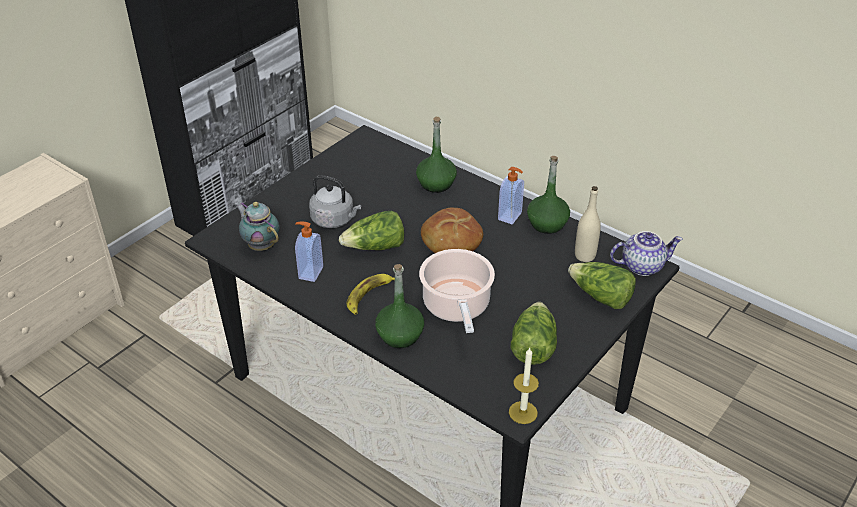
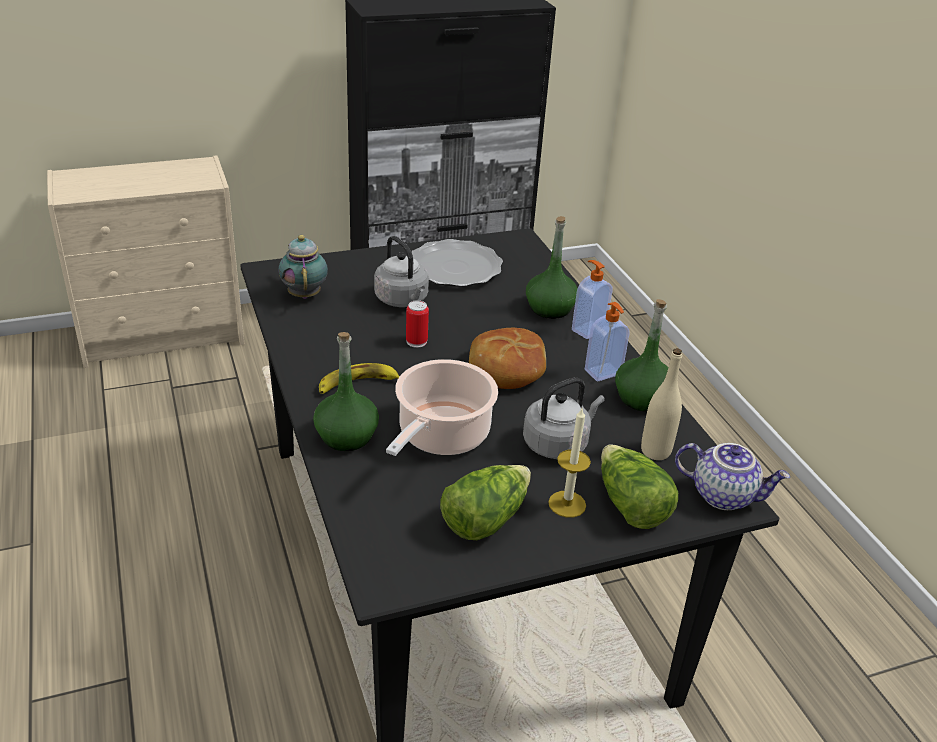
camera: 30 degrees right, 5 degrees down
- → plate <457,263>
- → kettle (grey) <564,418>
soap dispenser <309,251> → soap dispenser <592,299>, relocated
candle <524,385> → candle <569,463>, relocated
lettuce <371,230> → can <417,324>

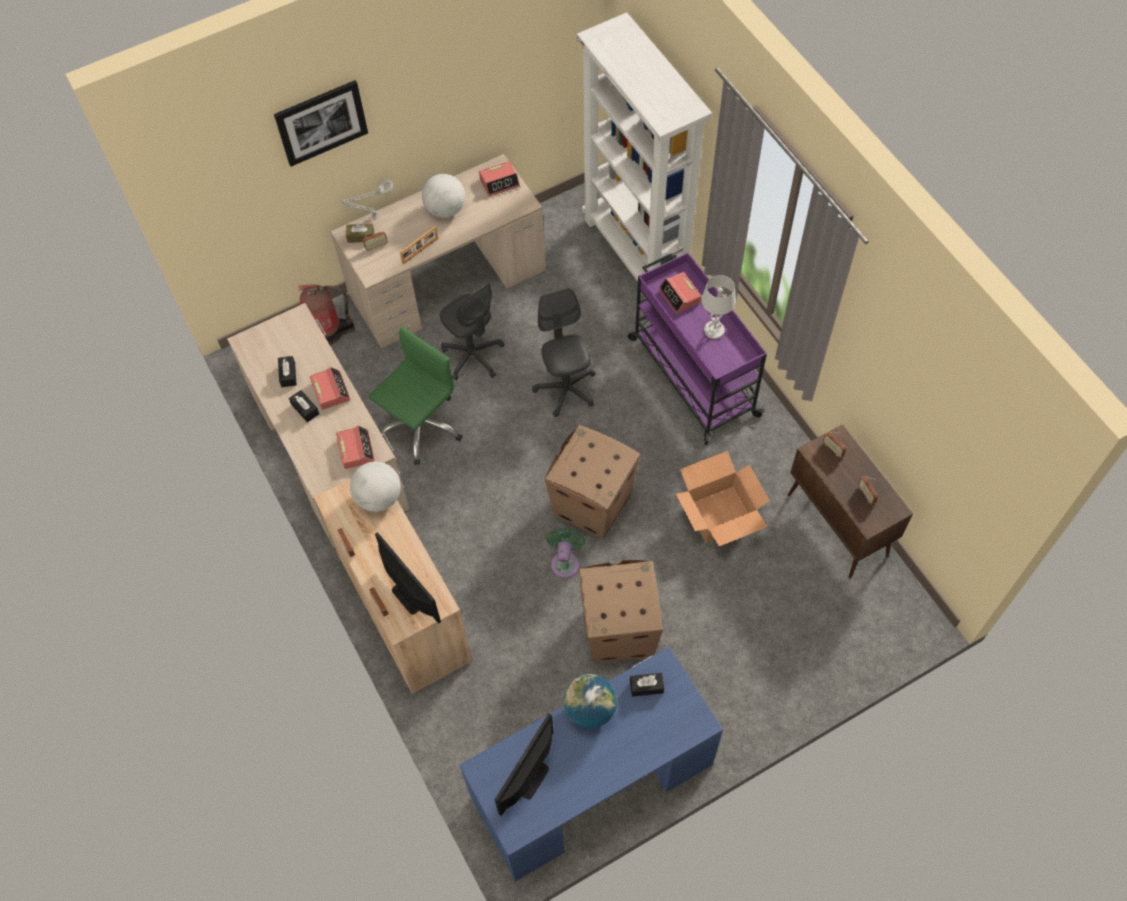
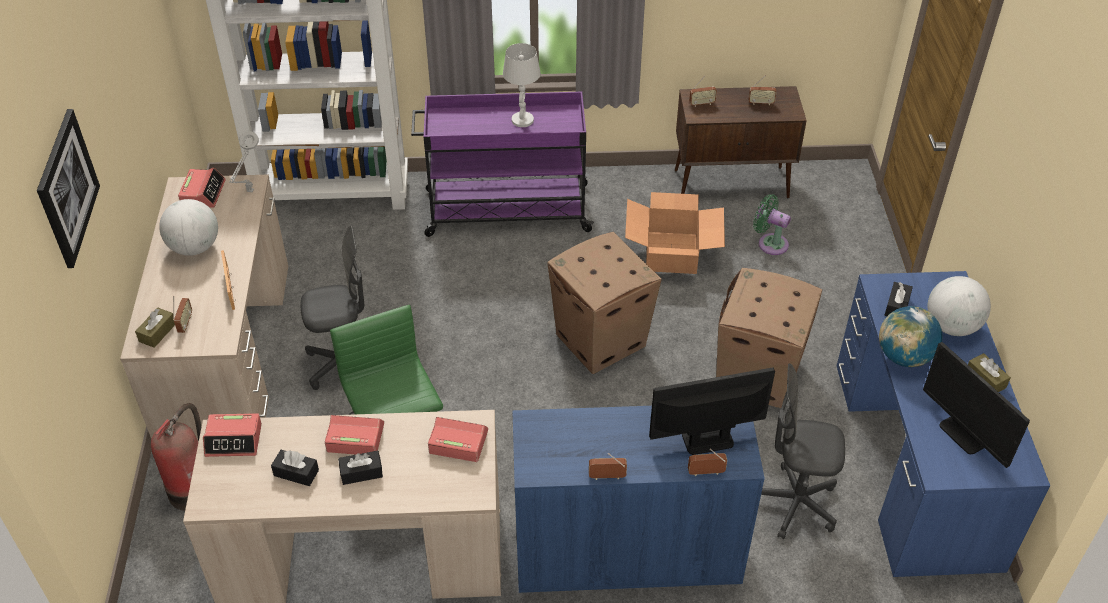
camera: 65 degrees left, 15 degrees down
- → tissue box (brown) <989,372>
table lamp (grey) <367,199> → table lamp (grey) <244,161>, relocated
globe <375,487> → globe <959,306>, relocated
office chair (grey) <563,352> → office chair (grey) <803,451>, relocated
fan (green) <565,553> → fan (green) <772,224>, relocated
alarm clock <680,293> → alarm clock <232,435>, relocated
cabinet (beige) <393,586> → cabinet (blue) <639,500>

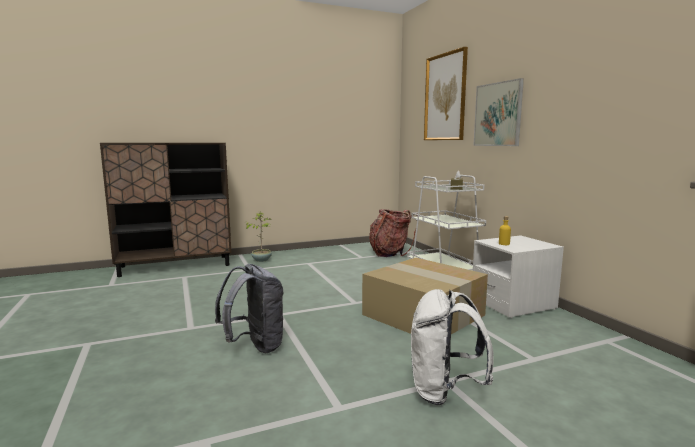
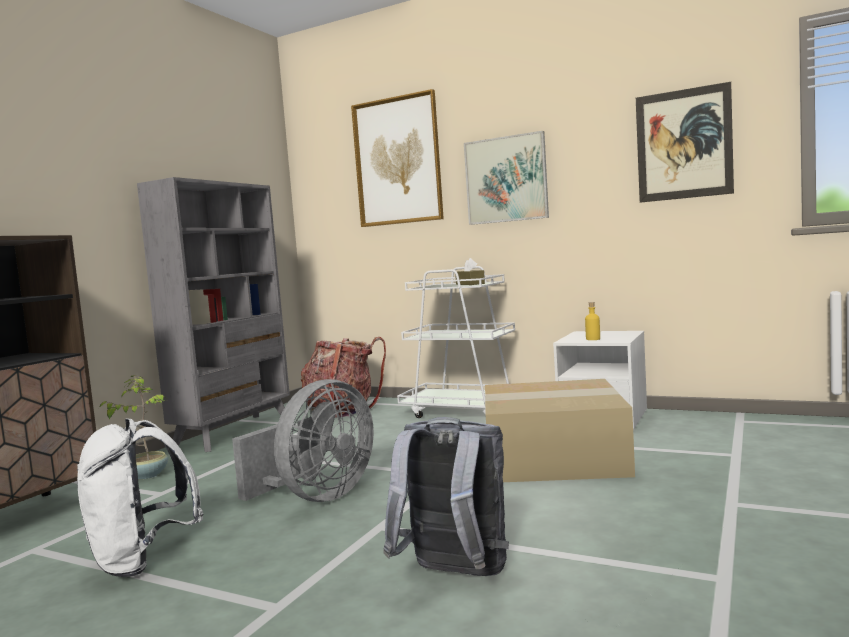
camera: 40 degrees left, 5 degrees down
- → bookcase (grey) <213,314>
- → fan (grey) <303,440>
- → picture <685,142>
backpack (white) <452,347> → backpack (white) <140,497>, relocated

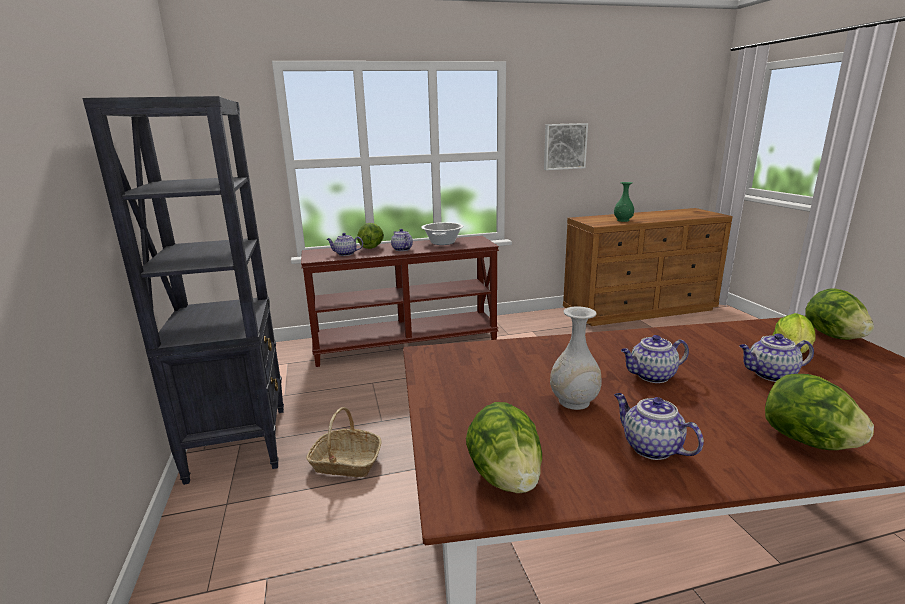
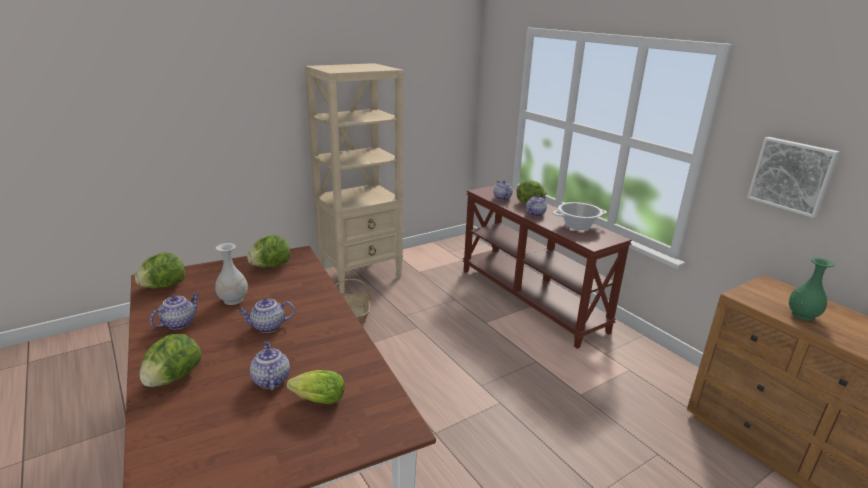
camera: 70 degrees right, 5 degrees up
lettuce <839,314> → lettuce <268,251>, relocated
bookcase (black) <183,290> → bookcase (beige) <354,178>
teapot <655,359> → teapot <266,315>, 75 degrees counterclockwise

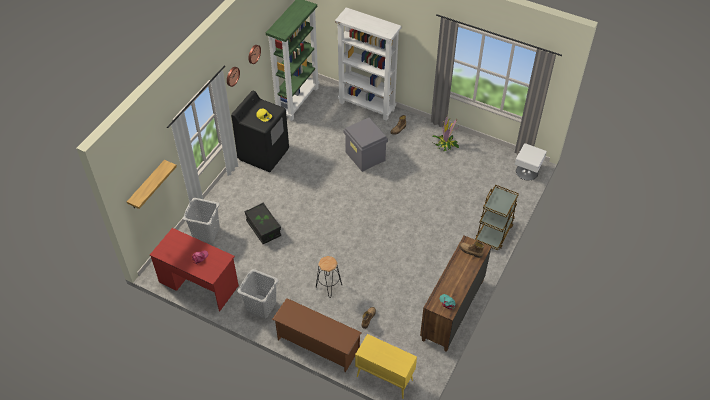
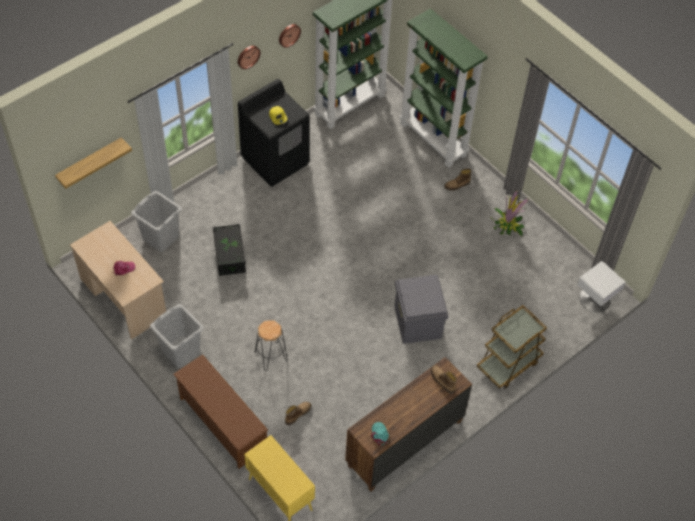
camera: 20 degrees right, 5 degrees up
storage box (grey) <366,145> → storage box (grey) <421,309>, relocated
desk (red) <194,269> → desk (beige) <118,280>
bookcase (white) <368,64> → bookcase (green) <443,88>

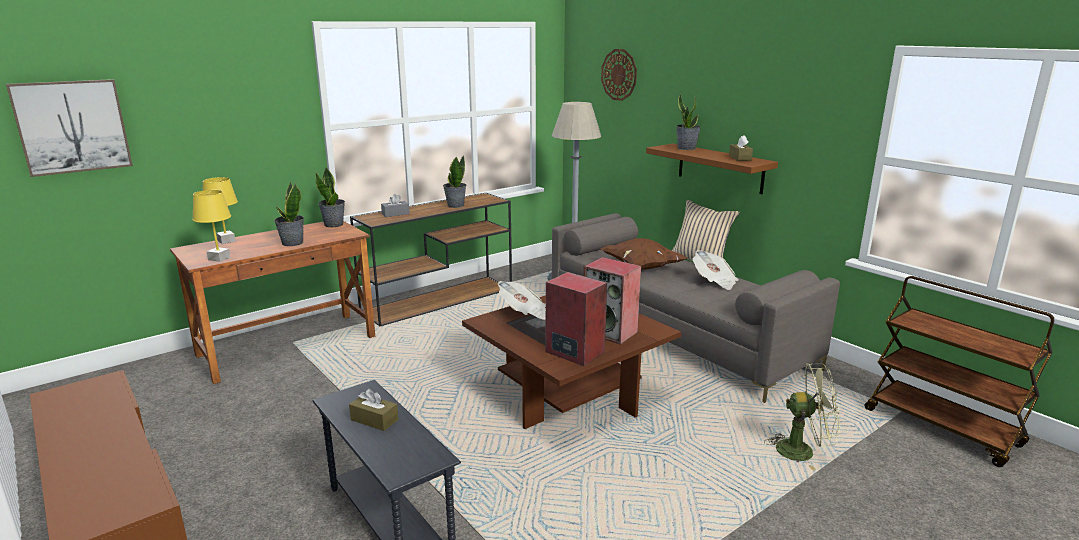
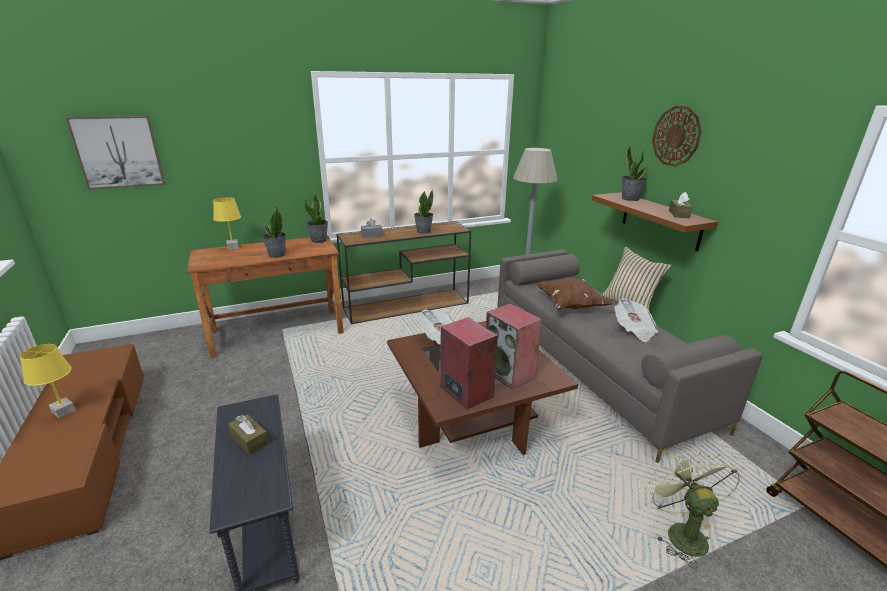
camera: 15 degrees right, 5 degrees up
table lamp (yellow) <211,226> → table lamp (yellow) <48,381>, relocated
wall clock <619,75> → wall clock <677,136>, relocated
fan (green) <802,417> → fan (green) <693,509>, 120 degrees counterclockwise

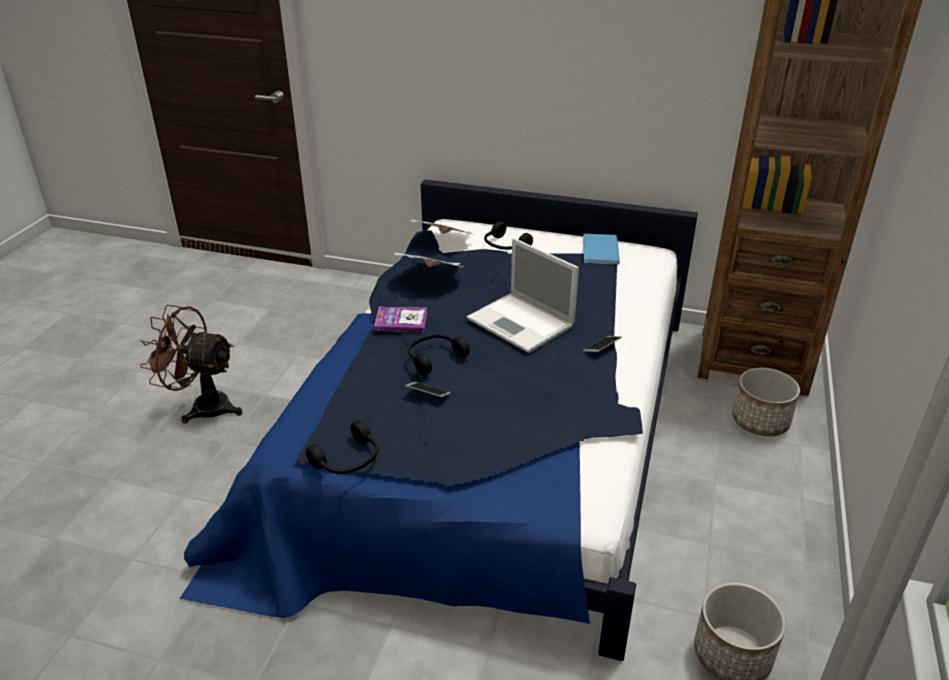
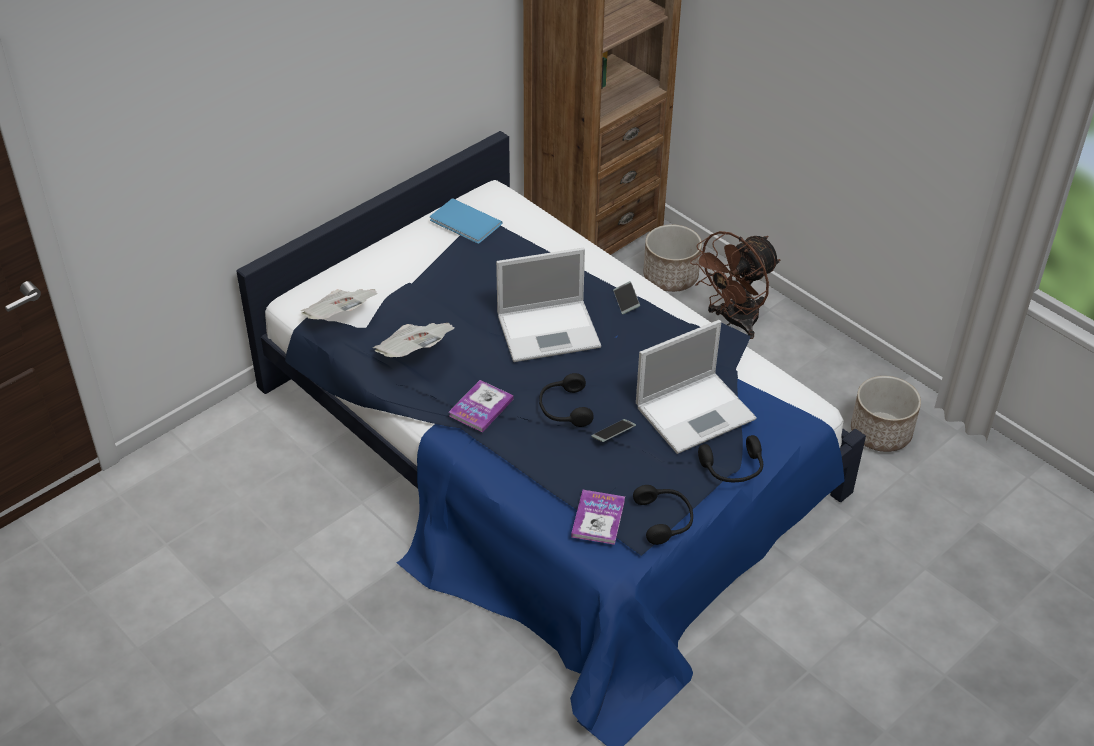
camera: 60 degrees left, 10 degrees up
- → book <598,517>
- → laptop <696,387>
fan (brown) <191,364> → fan (brown) <735,285>, relocated
headphones (black) <508,236> → headphones (black) <730,458>, relocated

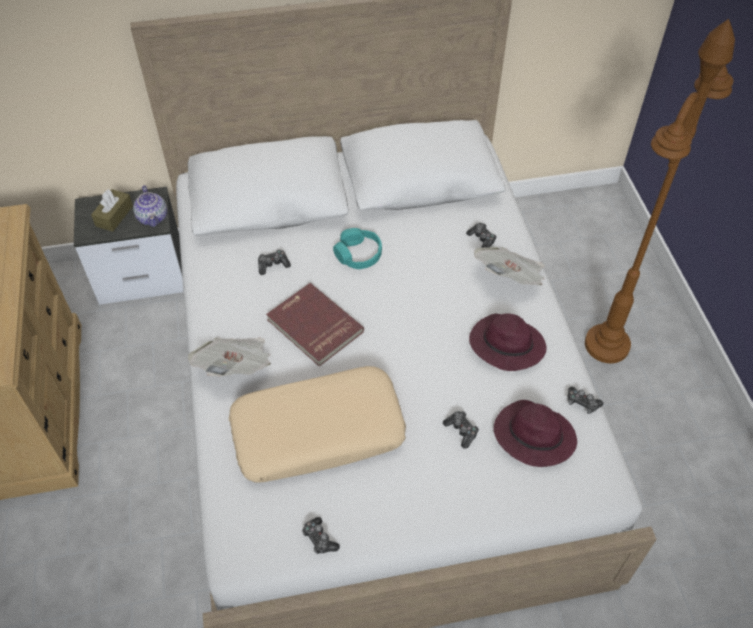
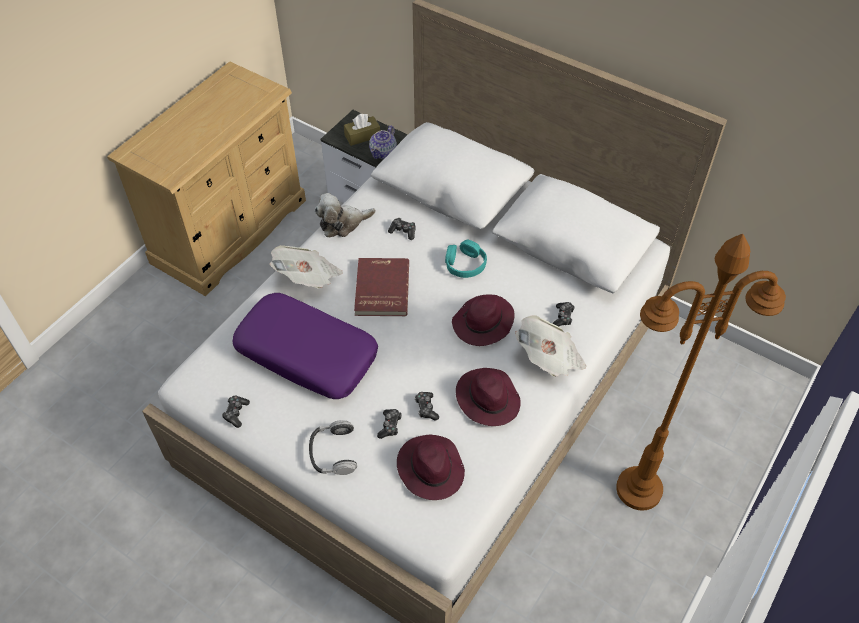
camera: 45 degrees right, 0 degrees up
- → headphones <333,447>
- → plush toy <345,215>
- → hat (purple) <483,320>
game controller <585,400> → game controller <427,406>, relocated
pillow (beige) <317,424> → pillow (purple) <305,346>

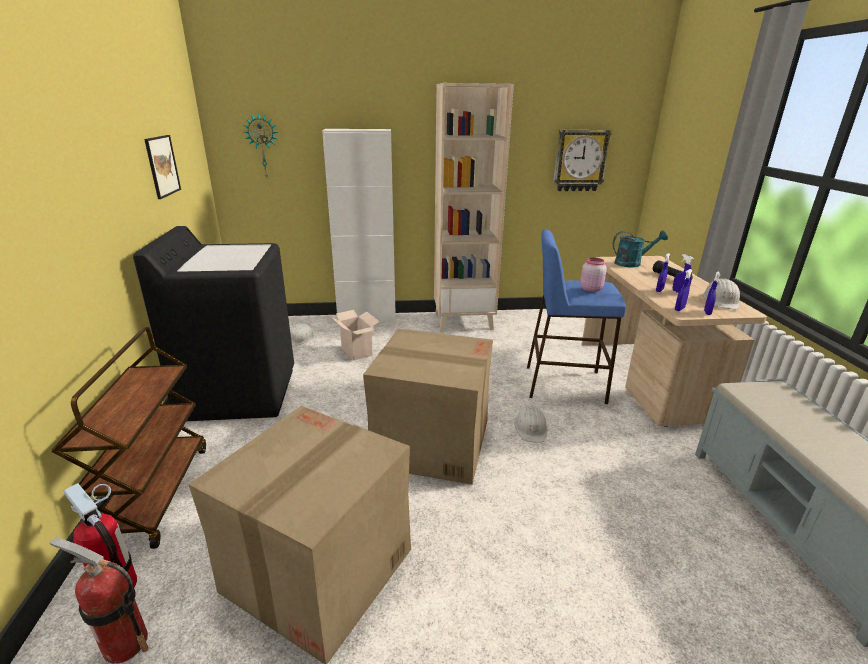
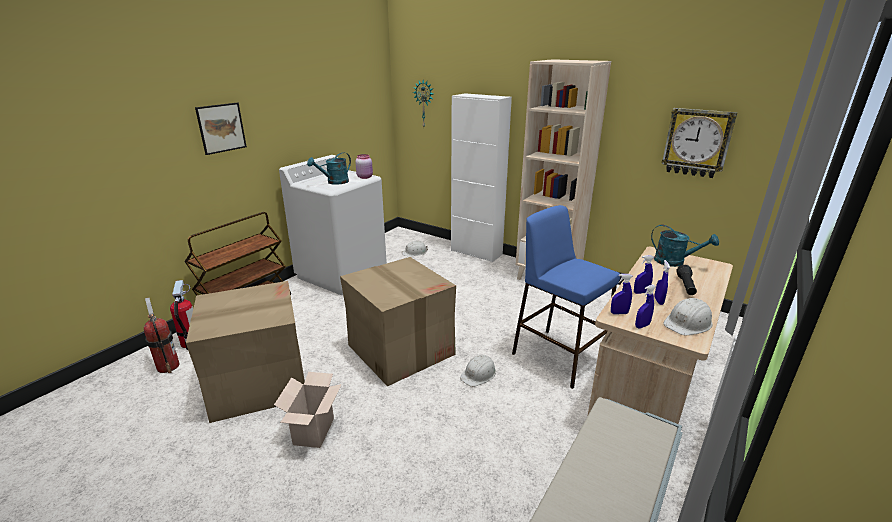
camera: 40 degrees right, 0 degrees up
- → watering can (turquoise) <329,168>
picture <162,167> → picture <221,129>, relocated
cardboard box <355,335> → cardboard box <308,410>, relocated
jar (pink) <593,275> → jar (pink) <364,166>, relocated
washing machine (black) <213,323> → washing machine (white) <333,225>

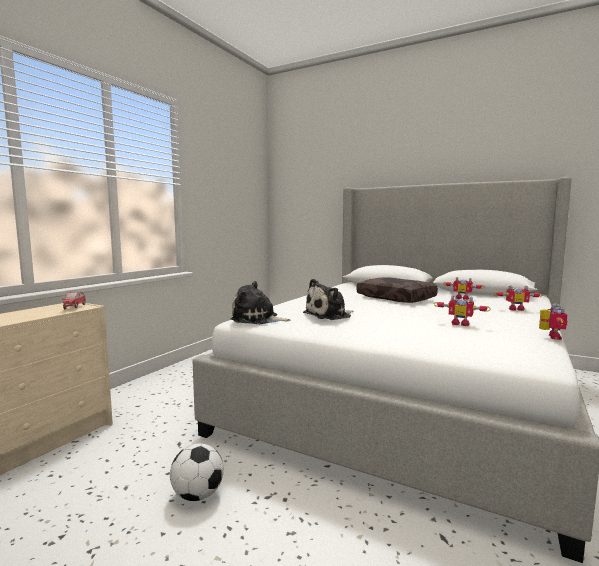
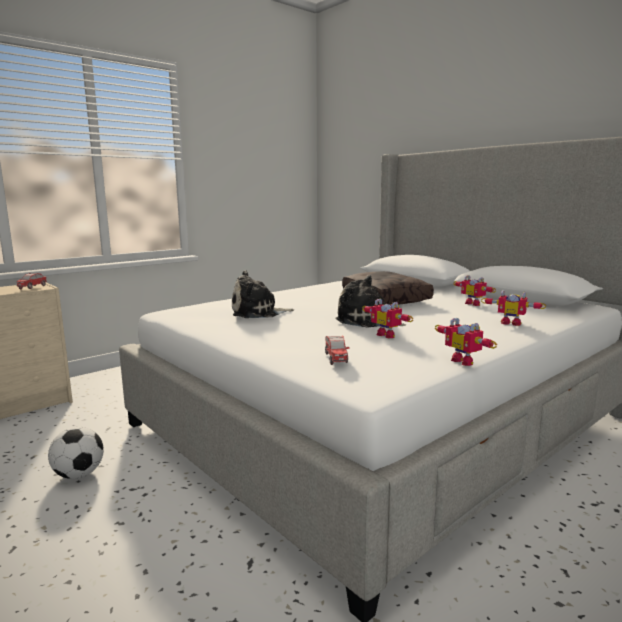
camera: 20 degrees right, 5 degrees up
- → toy car <337,350>
plush toy <260,302> → plush toy <370,301>, relocated
toy robot <553,321> → toy robot <466,342>, 105 degrees clockwise

